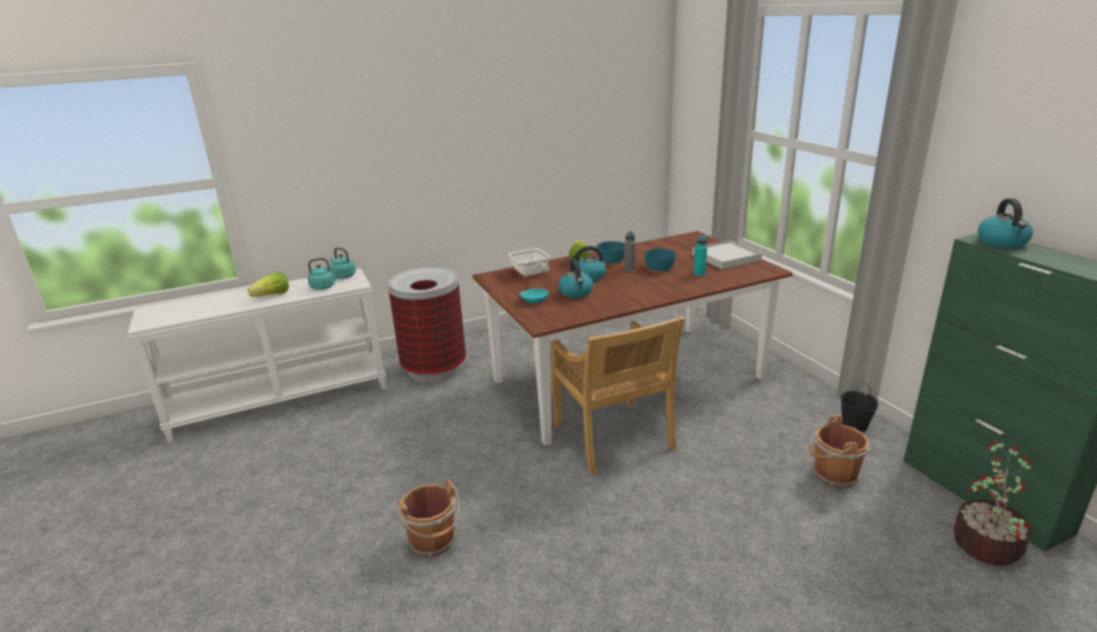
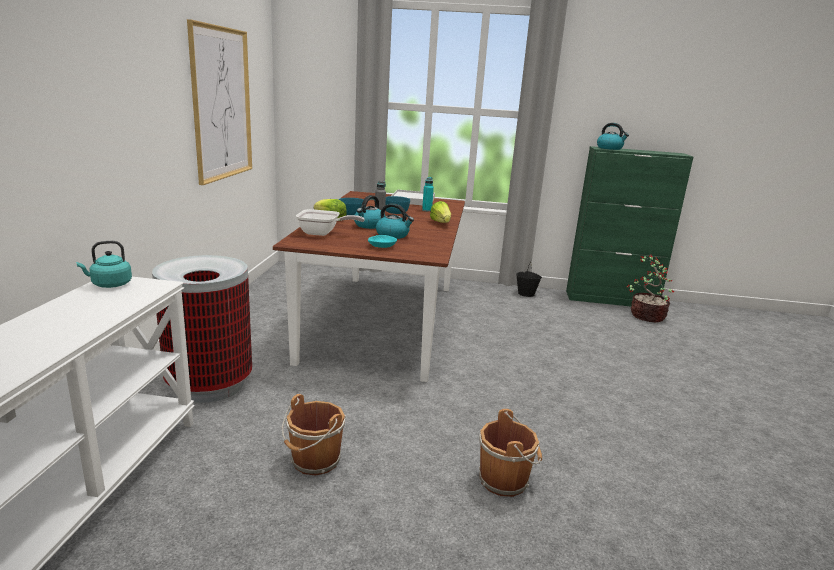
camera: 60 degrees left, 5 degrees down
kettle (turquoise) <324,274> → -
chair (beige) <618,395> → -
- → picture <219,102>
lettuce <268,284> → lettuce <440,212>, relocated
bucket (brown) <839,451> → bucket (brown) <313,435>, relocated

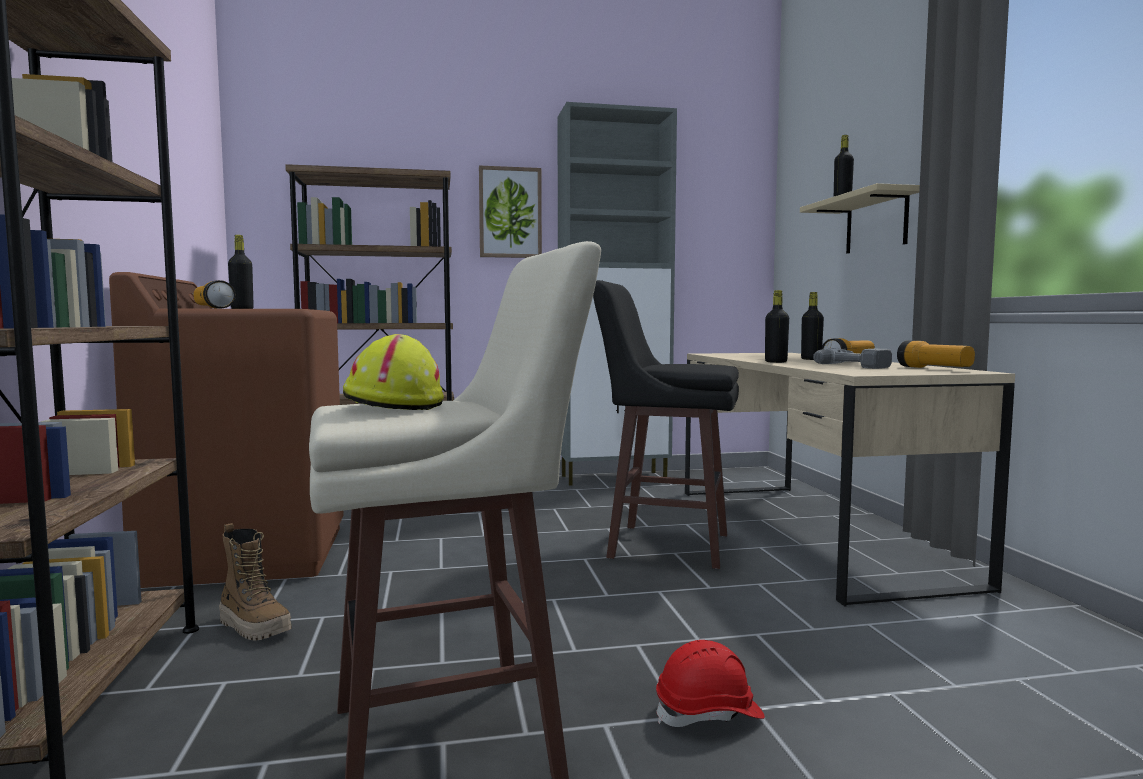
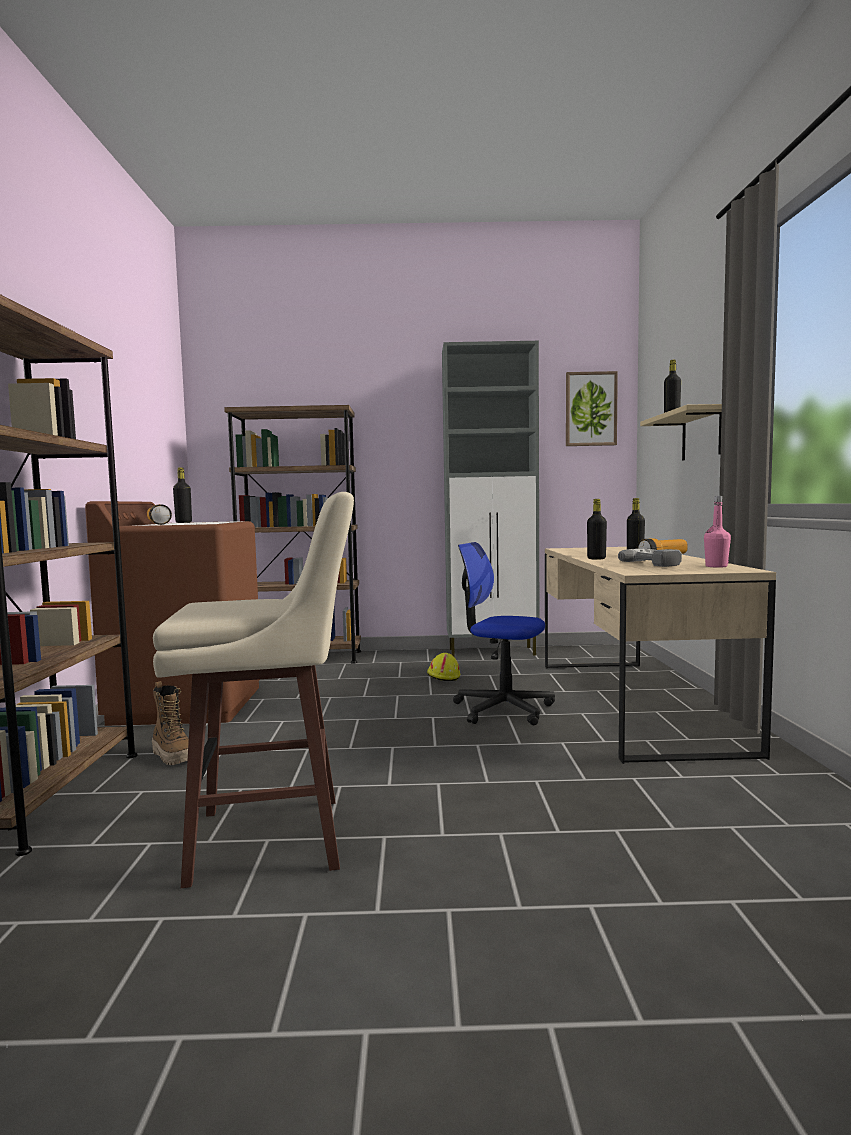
camera: 10 degrees right, 0 degrees up
hard hat (red) <710,683> → -
hard hat (yellow) <393,372> → hard hat (yellow) <443,667>, relocated
picture <510,211> → picture <592,408>, relocated
stool (black) <666,424> → office chair <504,633>
flashlight <936,354> → bottle (pink) <717,532>

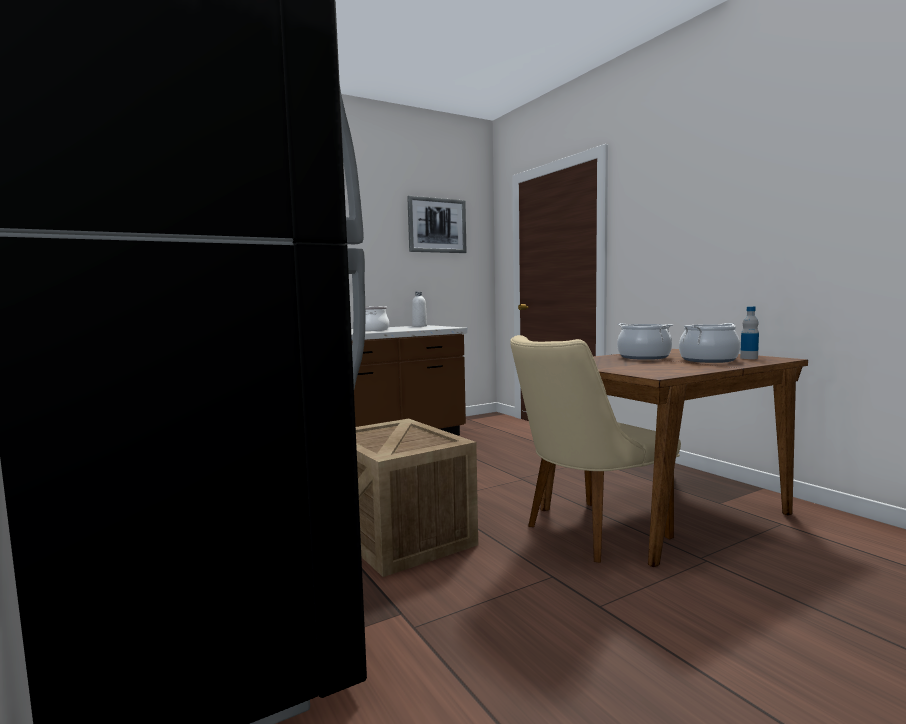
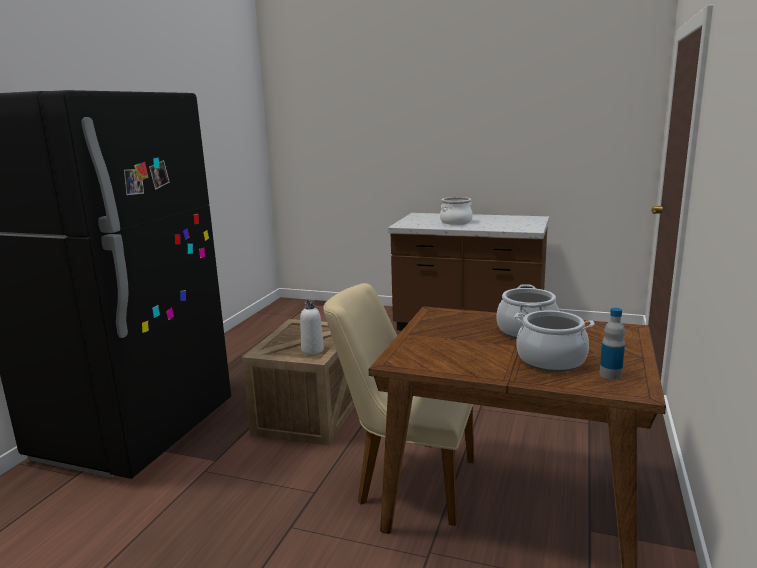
camera: 50 degrees right, 10 degrees up
picture <437,224> → -
bottle (white) <419,309> → bottle (white) <312,327>, relocated

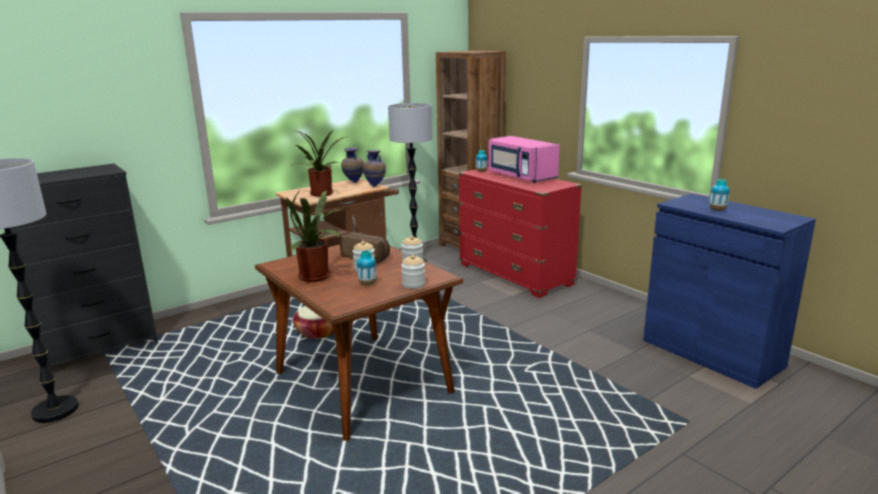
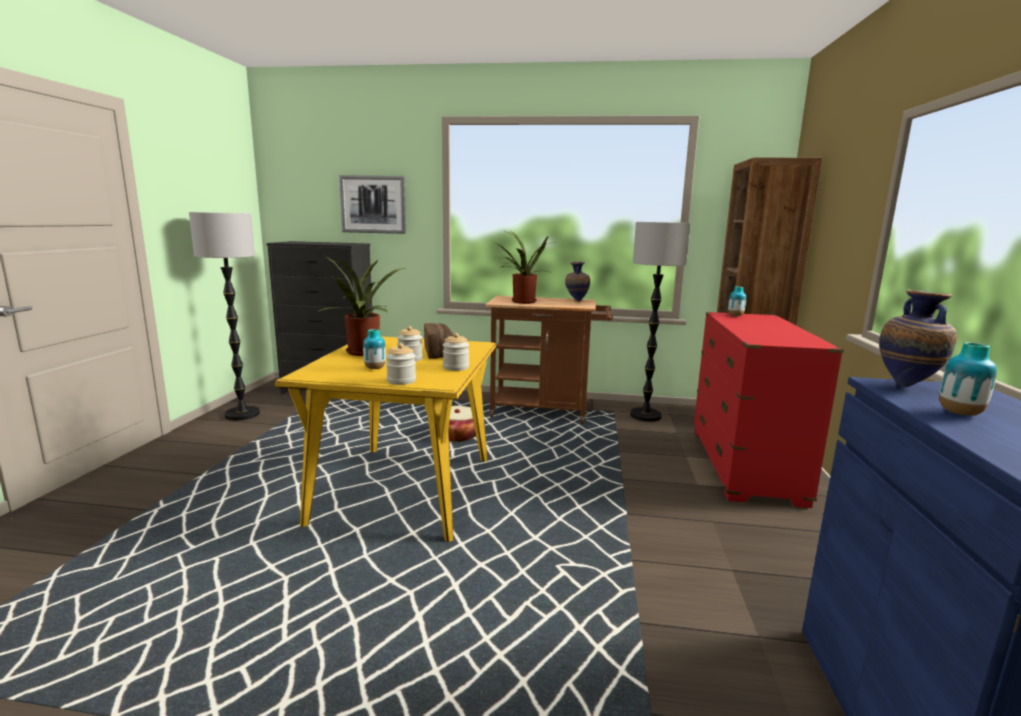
camera: 45 degrees right, 5 degrees down
microwave (pink) <524,159> → -
- → picture <372,204>
vase <374,168> → vase <918,338>, relocated
dining table (brown) <359,342> → dining table (yellow) <385,439>

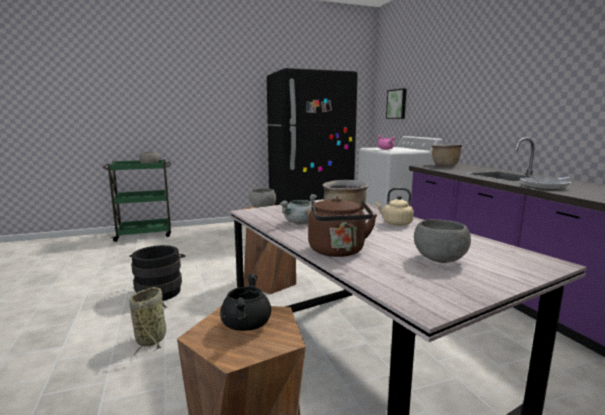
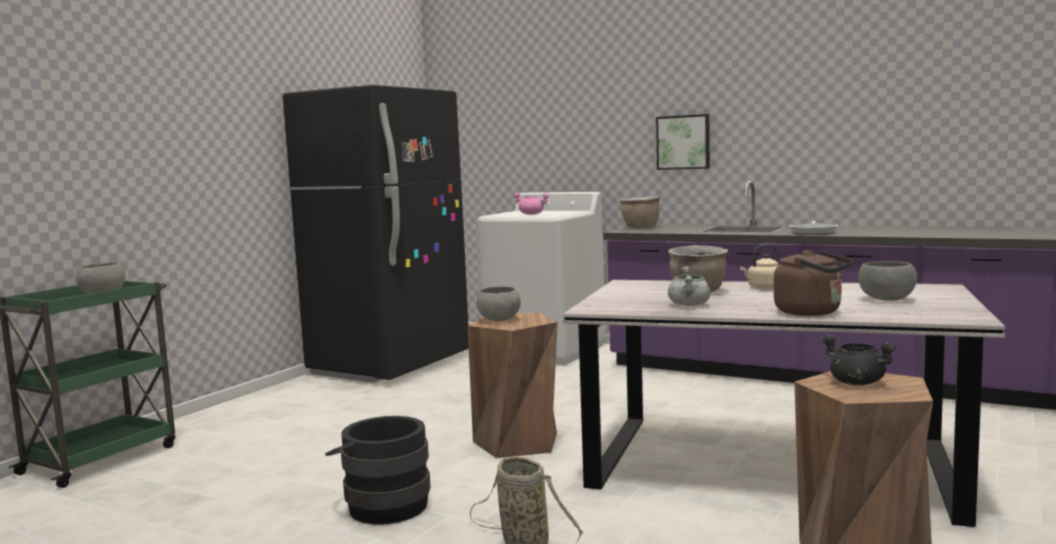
camera: 40 degrees left, 5 degrees down
picture <396,103> → picture <683,142>, relocated

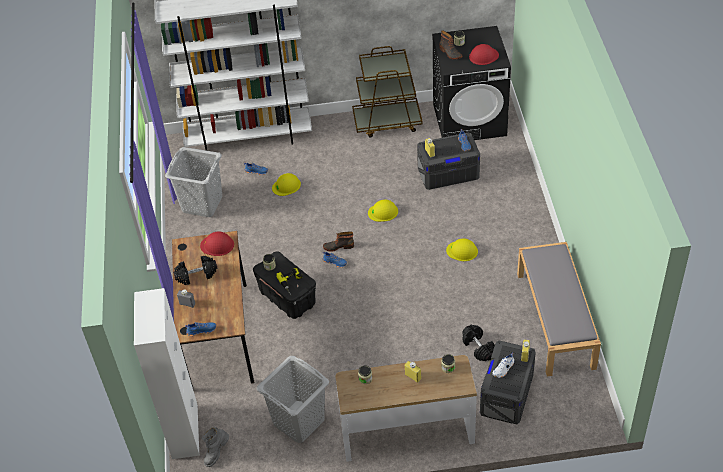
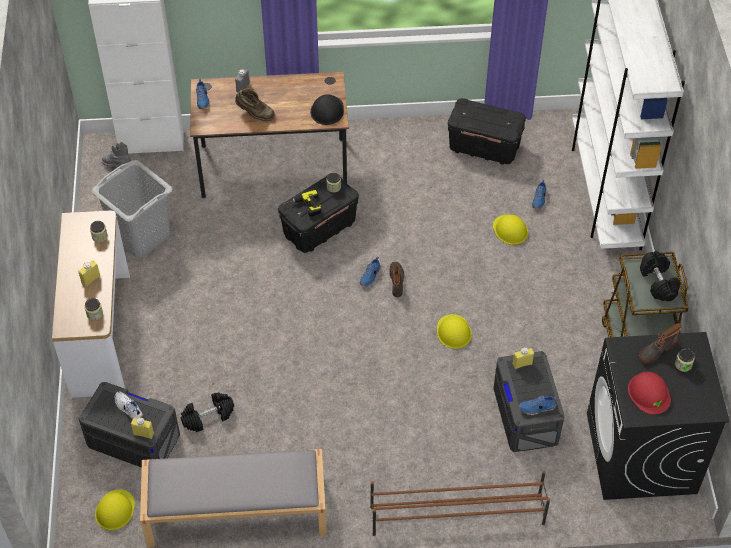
camera: 90 degrees right, 5 degrees up
- → boot (brown) <255,104>
- → shoe rack (brown) <460,503>
dumbbell (black) <195,270> → dumbbell (black) <660,276>, relocated
hard hat (yellow) <462,249> → hard hat (yellow) <115,509>, relocated
laundry basket (grey) <193,182> → storage box (black) <487,131>
hard hat (red) <217,243> → hard hat (black) <327,109>

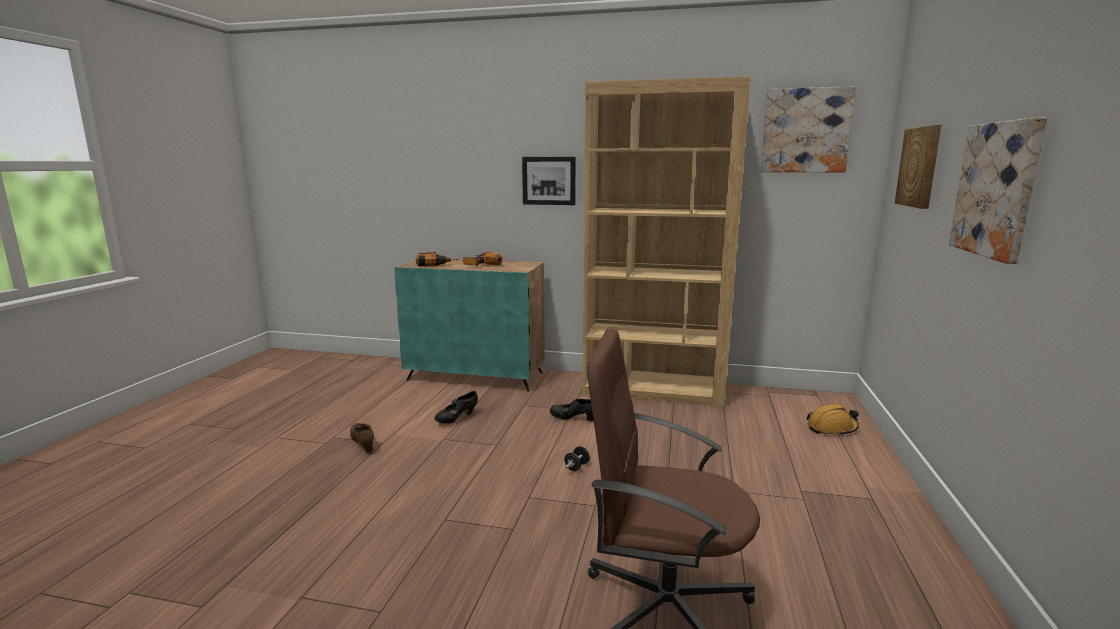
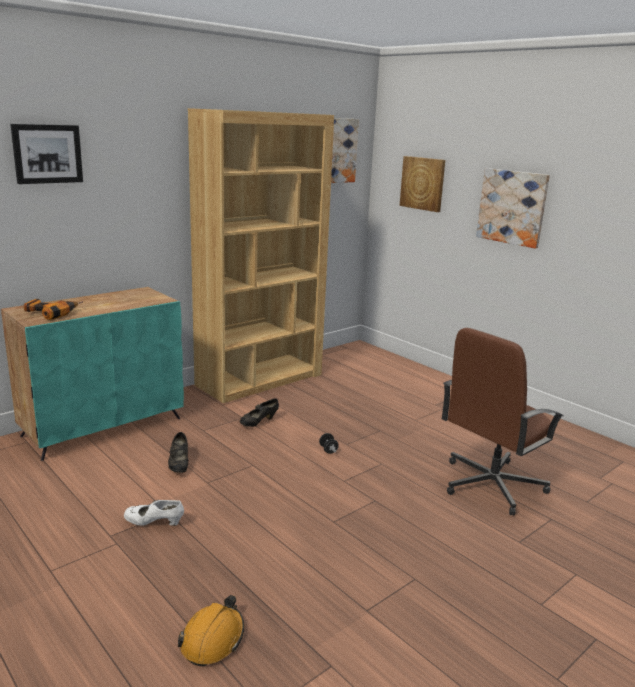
camera: 55 degrees left, 5 degrees up
power drill <482,259> → -
picture <549,181> → picture <46,154>, relocated
hard hat (orange) <832,420> → hard hat (orange) <211,631>, relocated
shoe (brown) <362,438> → shoe (white) <154,513>

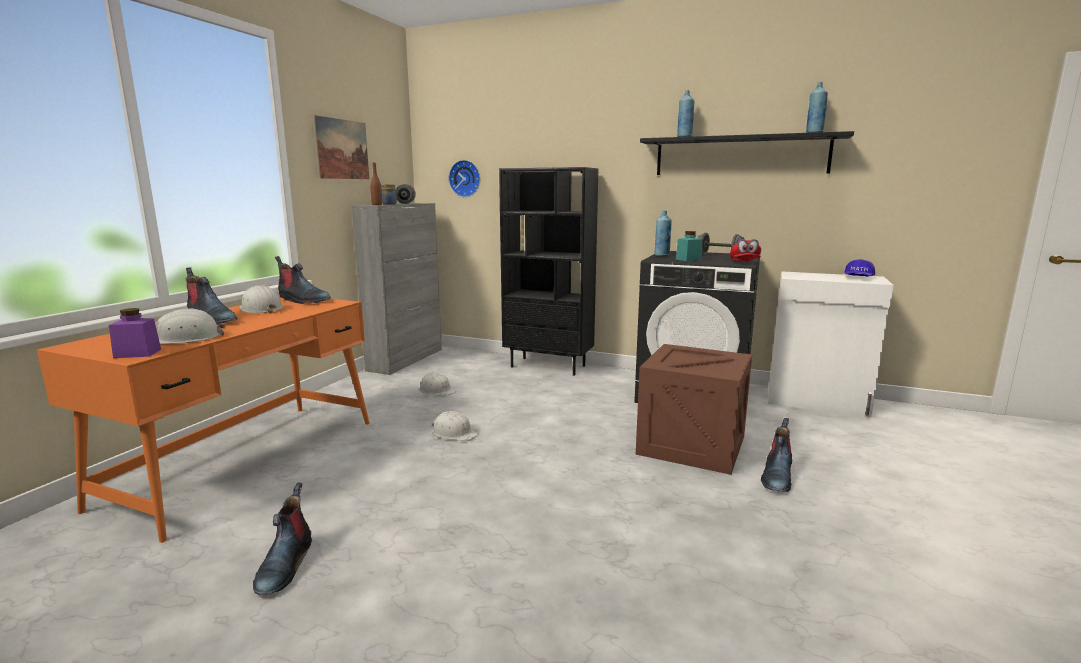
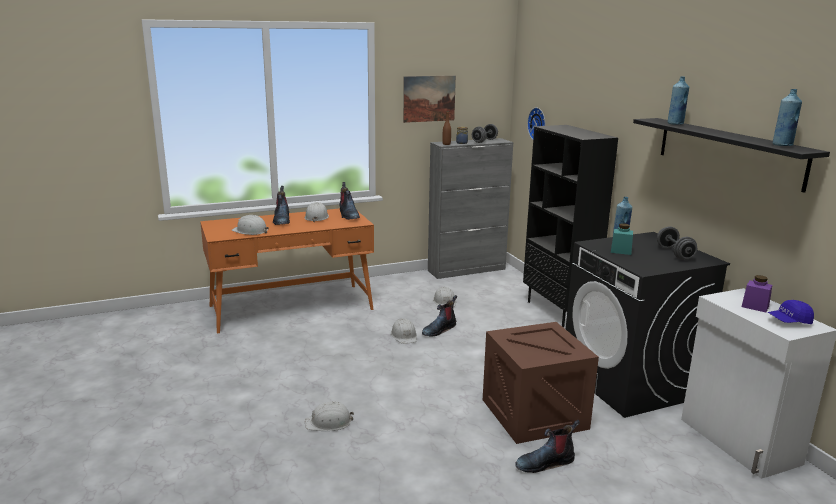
camera: 45 degrees right, 5 degrees up
cap (red) <745,250> → -
- → hard hat (white) <329,416>
jar (purple) <135,333> → jar (purple) <757,293>, relocated
boot <282,539> → boot <439,316>, relocated

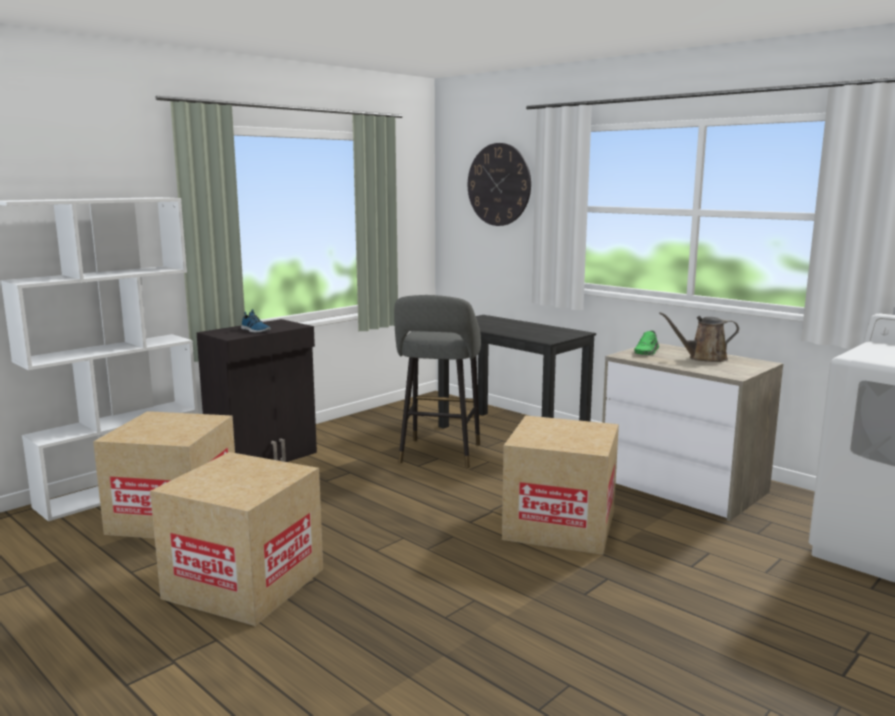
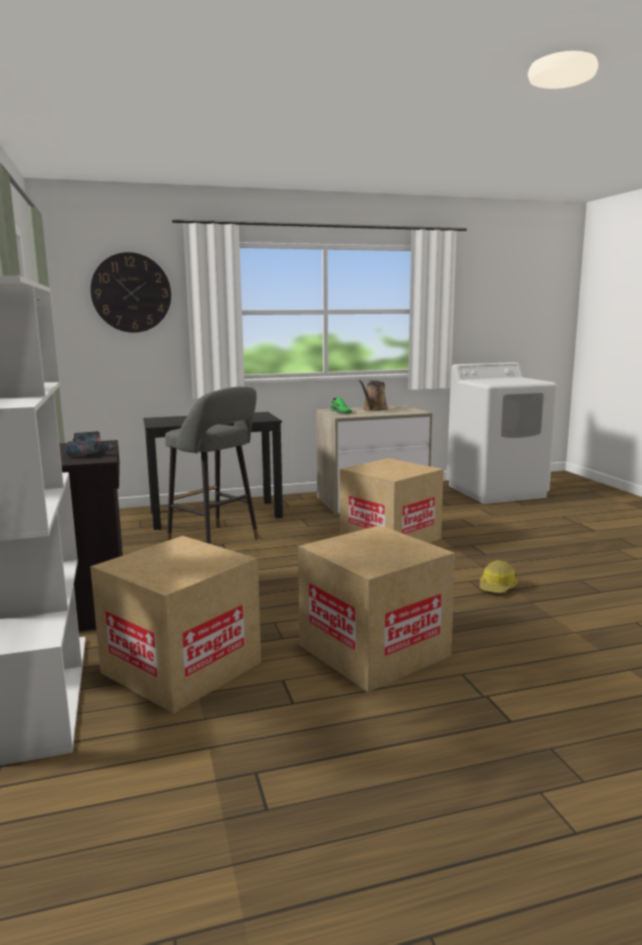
camera: 60 degrees left, 0 degrees up
- → hard hat <499,576>
shoe <256,321> → power drill <89,443>

